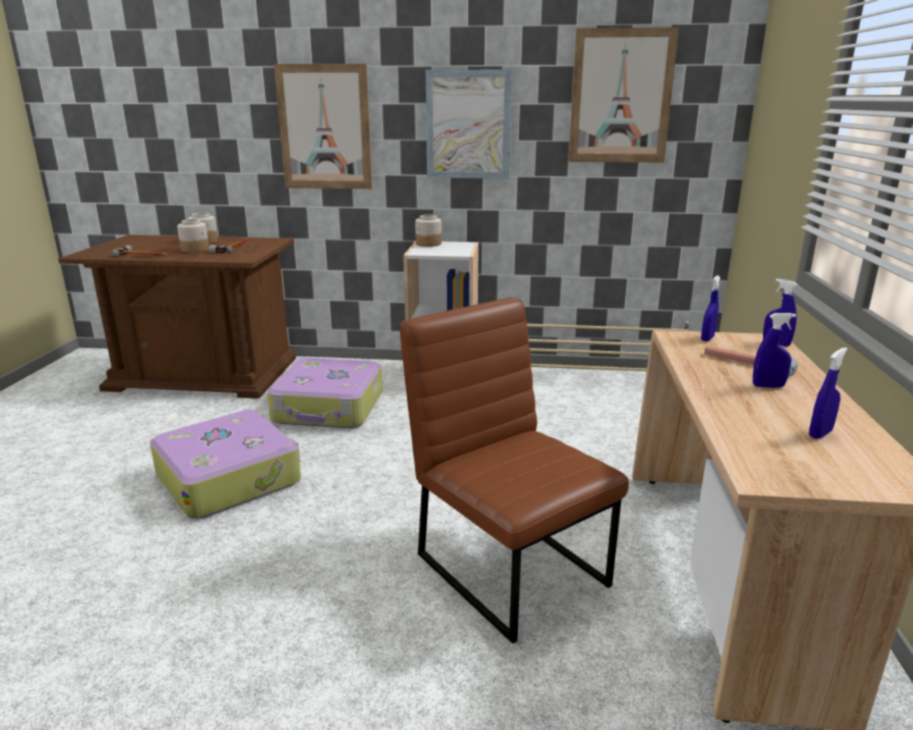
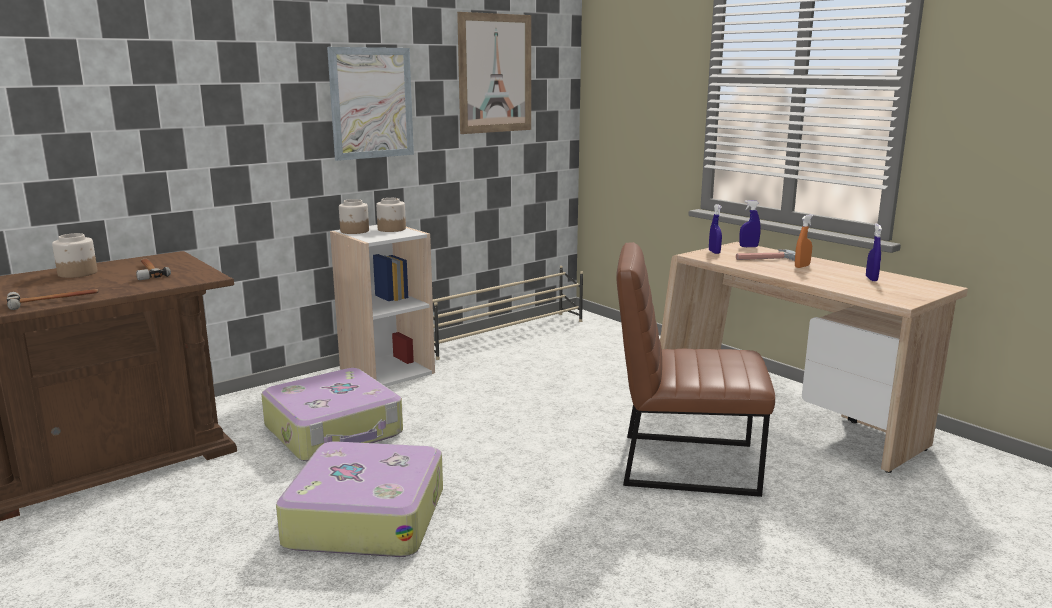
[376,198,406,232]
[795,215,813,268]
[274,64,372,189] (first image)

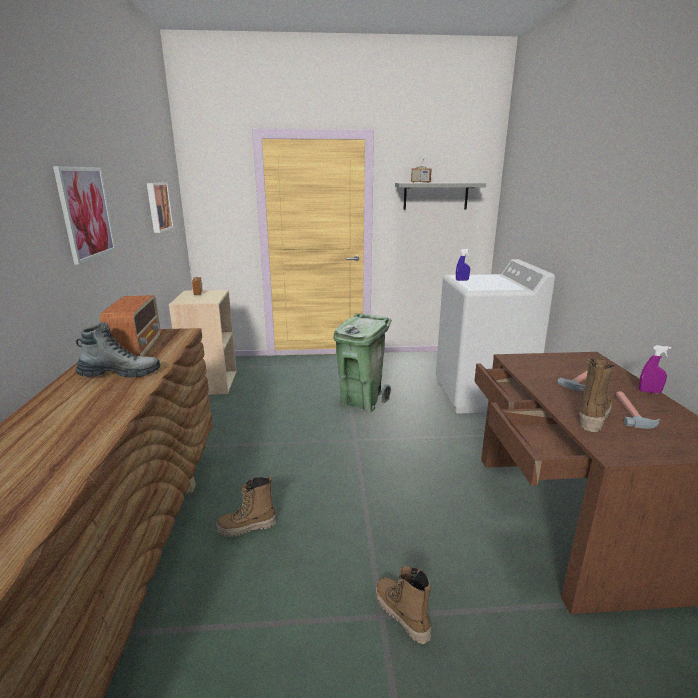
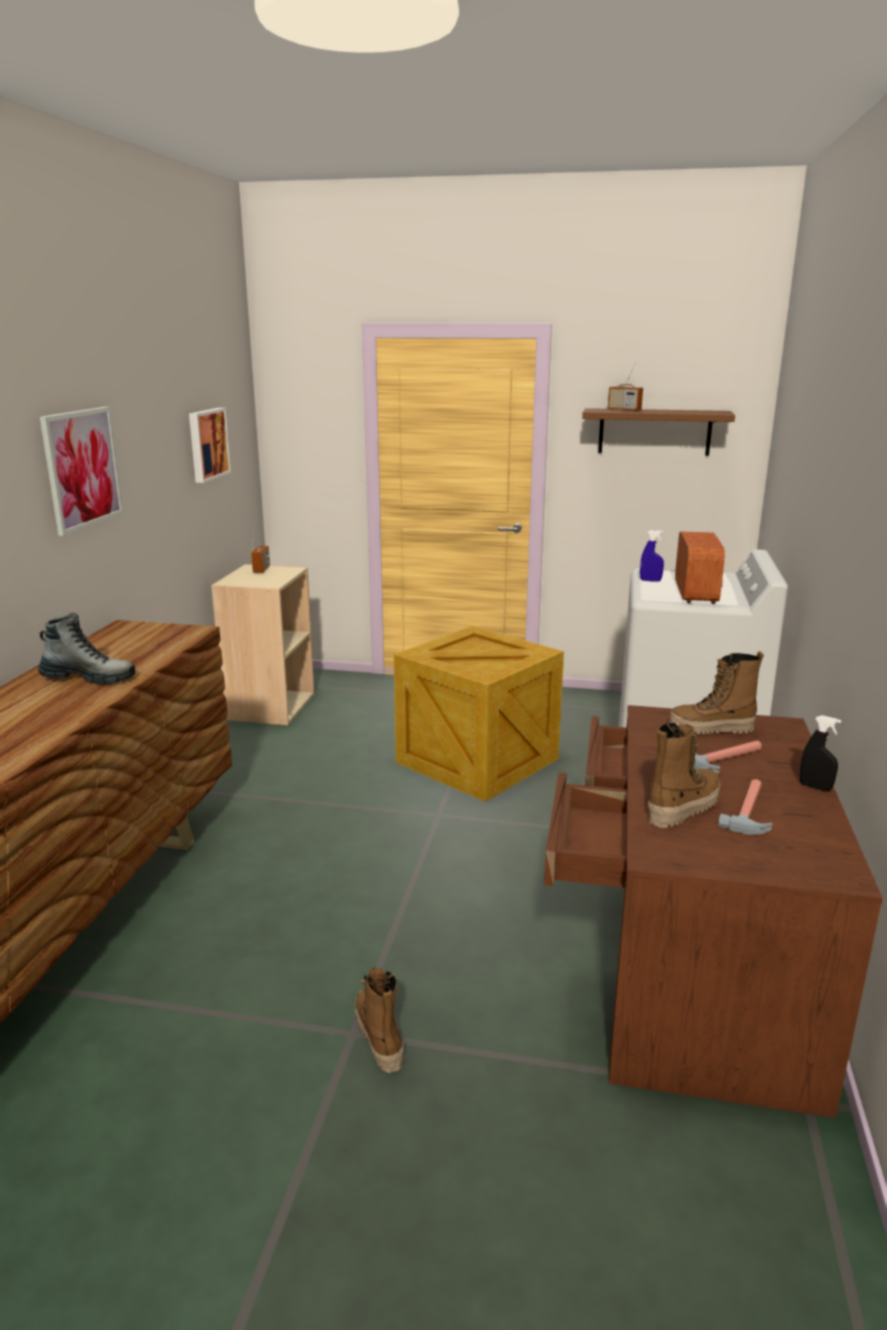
[394,626,564,802]
[582,408,735,456]
[669,651,764,735]
[675,531,725,604]
[800,715,841,791]

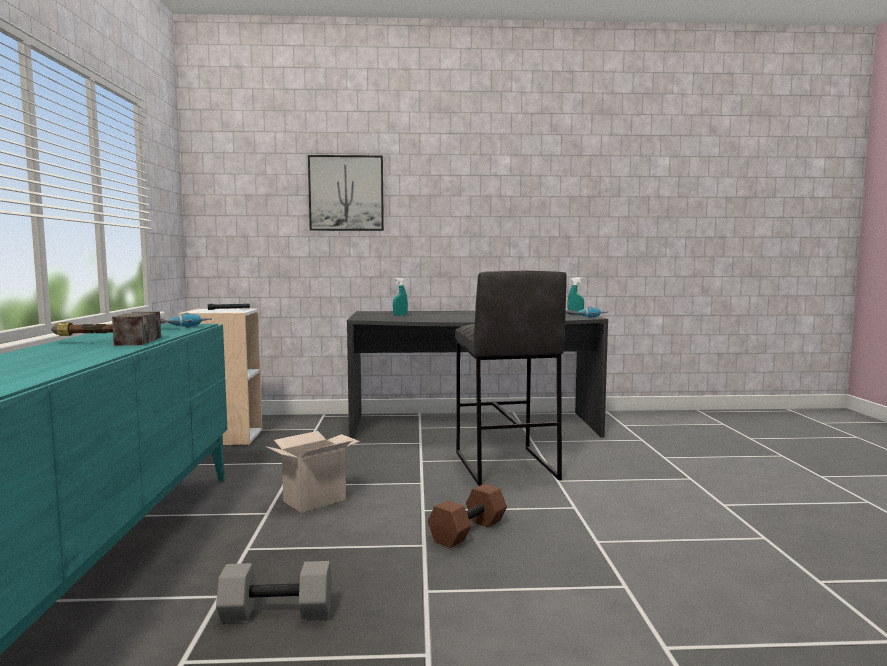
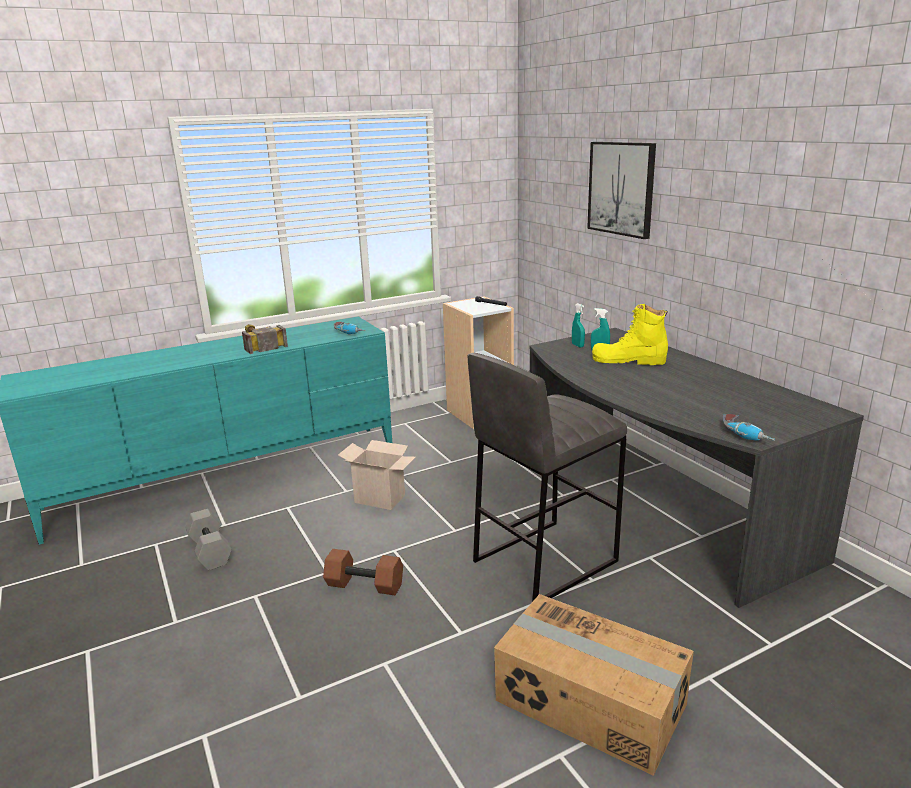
[494,594,694,776]
[572,303,585,347]
[592,304,668,365]

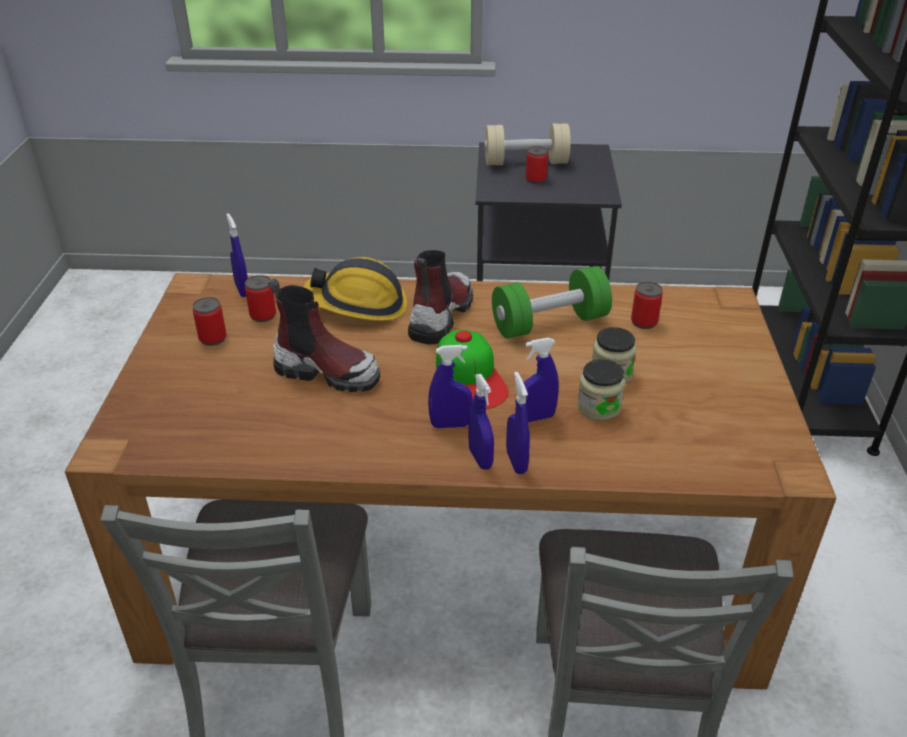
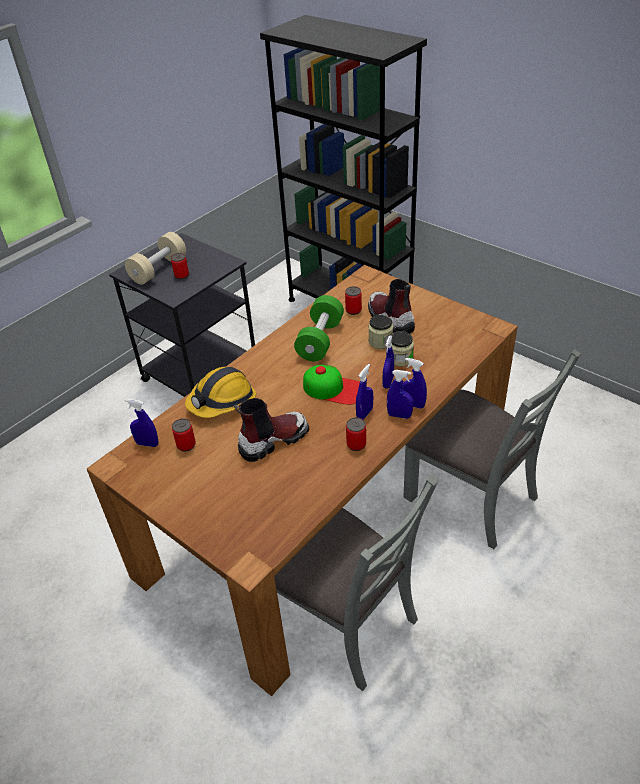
[346,417,366,451]
[368,279,415,333]

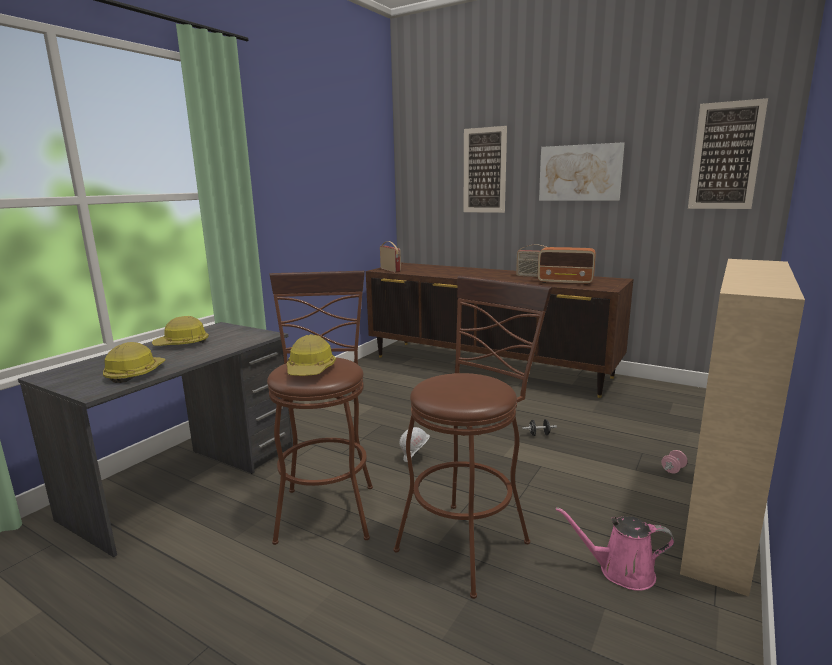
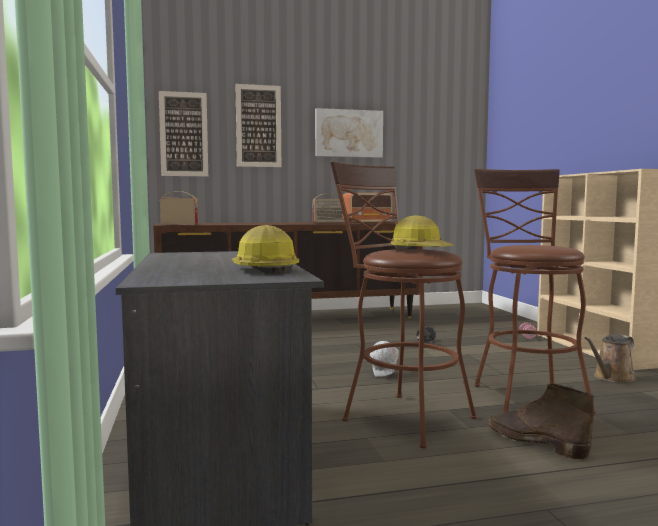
[159,91,208,176]
[487,383,594,460]
[584,334,636,383]
[152,316,209,346] (first image)

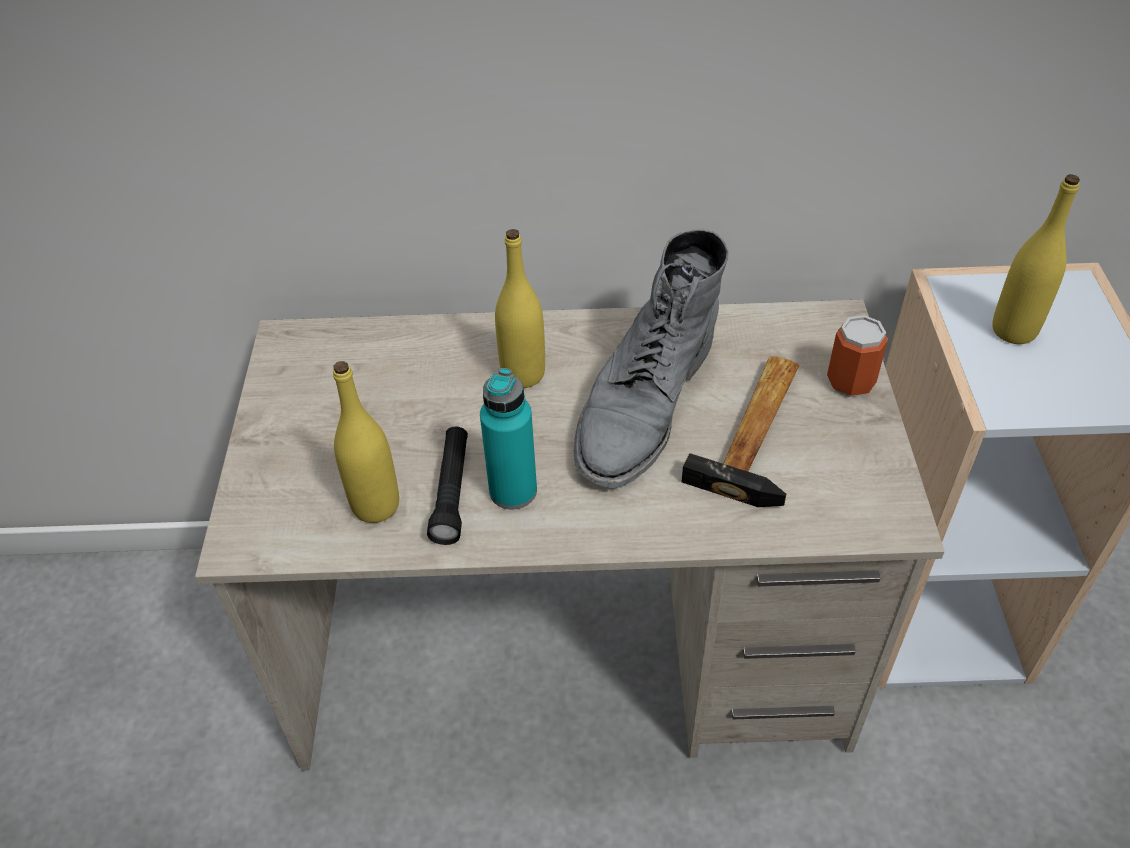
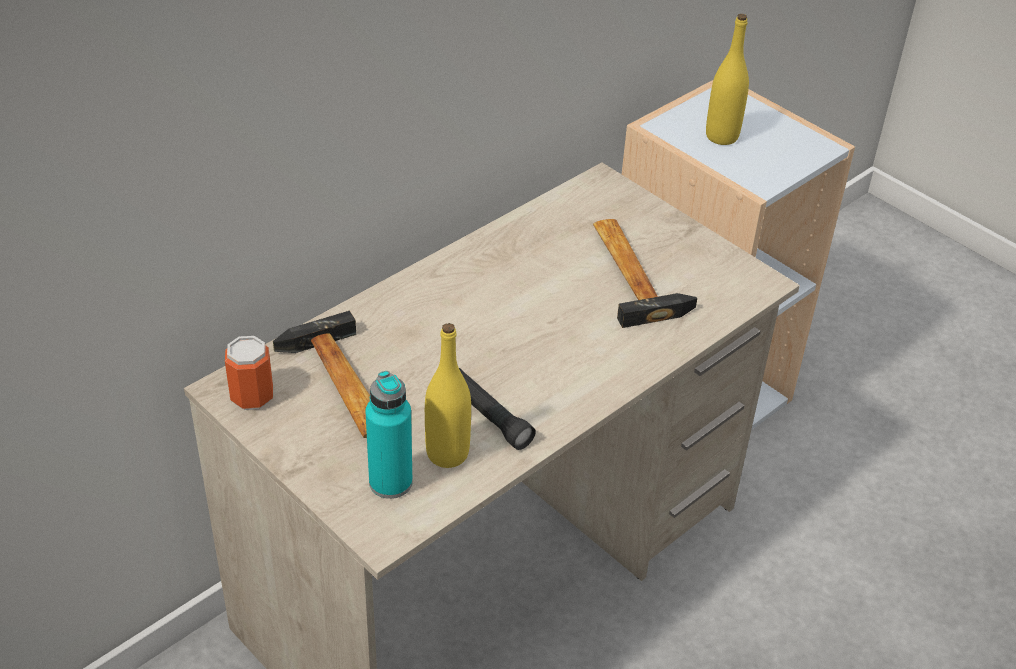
[225,336,273,410]
[273,310,370,438]
[365,371,413,499]
[495,229,545,388] (first image)
[573,229,728,489] (first image)

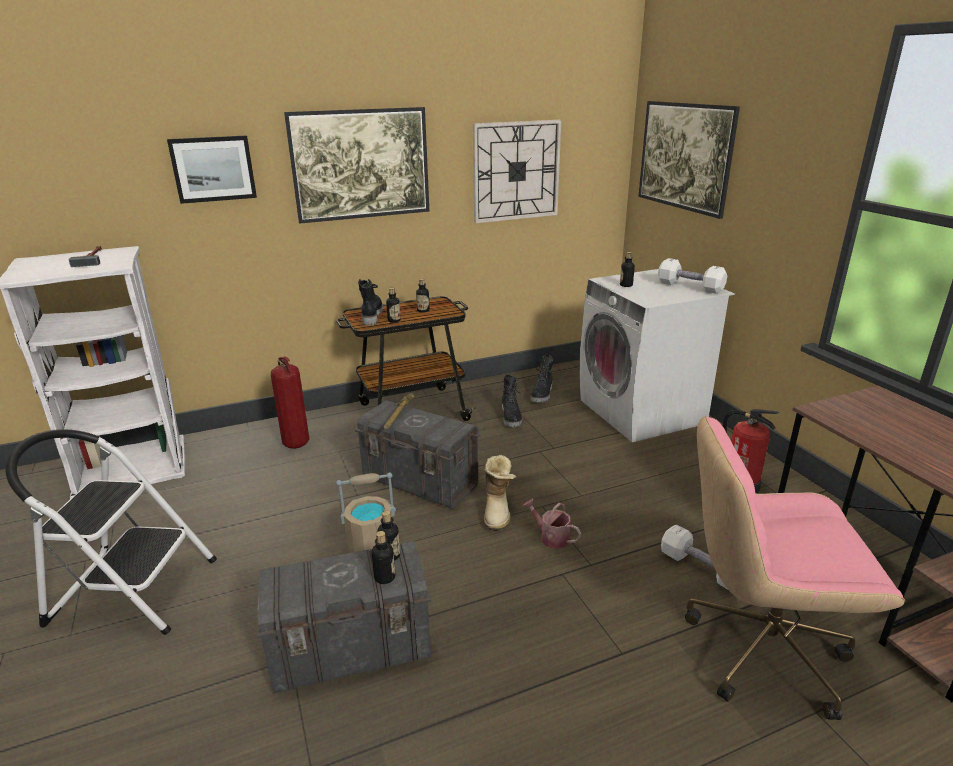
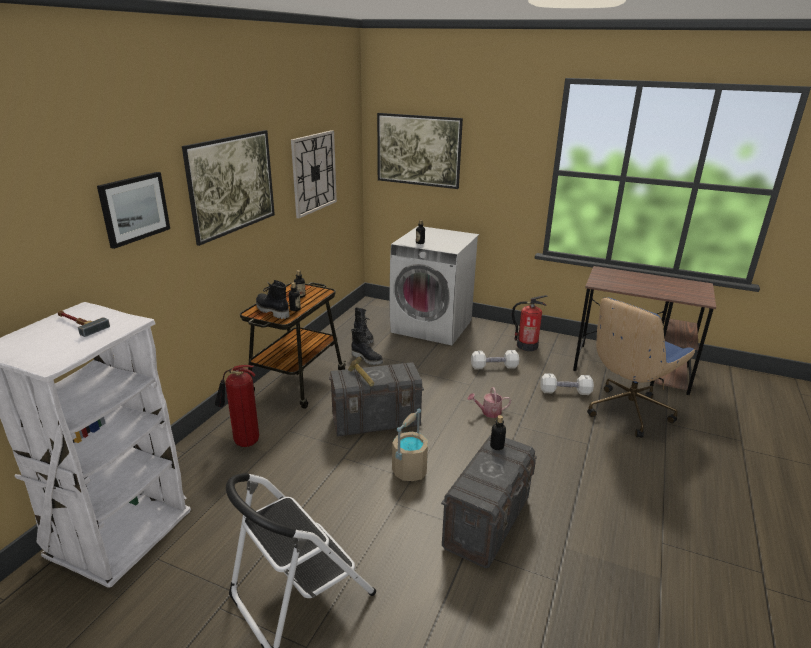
[471,350,519,369]
[587,297,695,438]
[371,531,395,584] (first image)
[484,455,517,531] (first image)

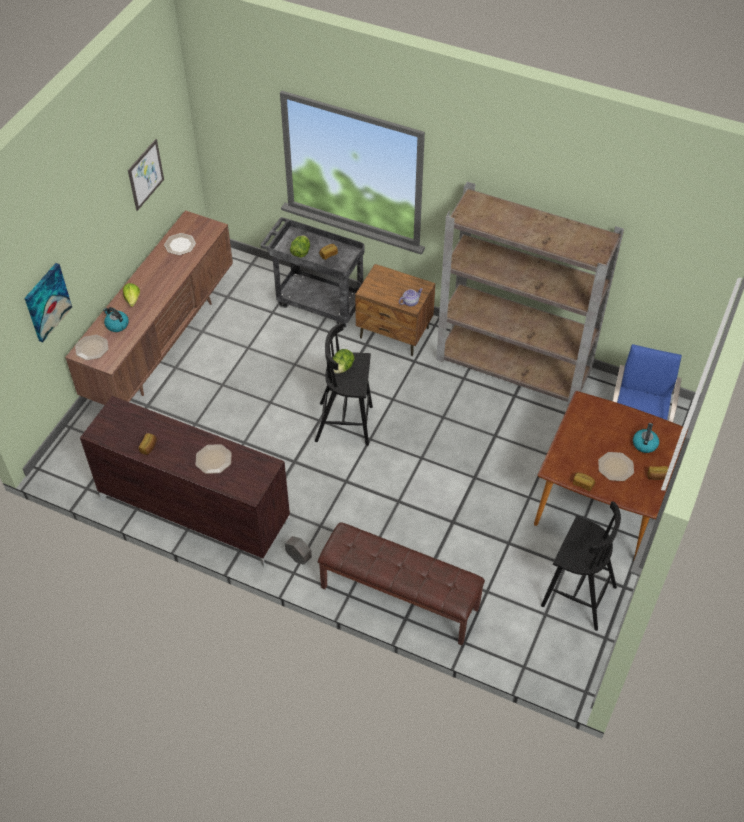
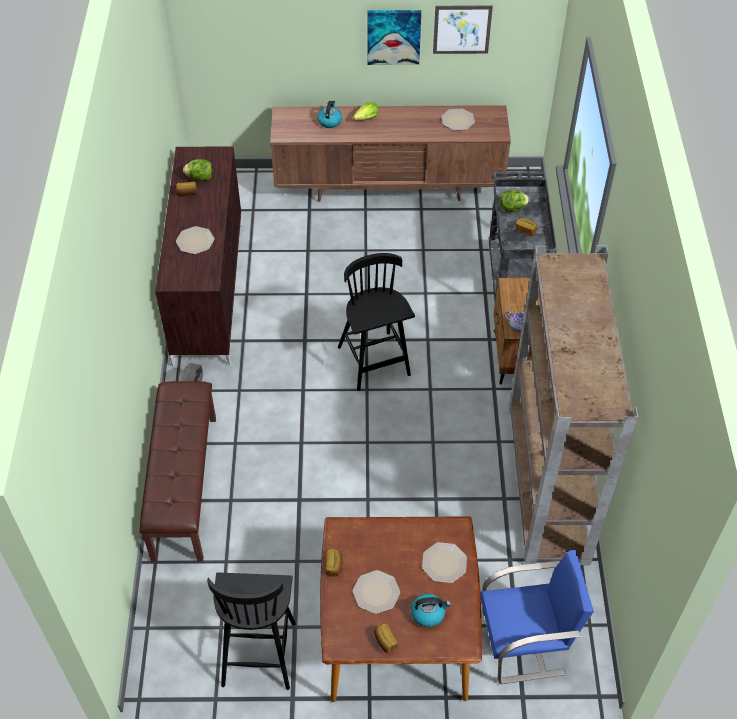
[183,159,213,181]
[367,10,421,65]
[422,542,467,583]

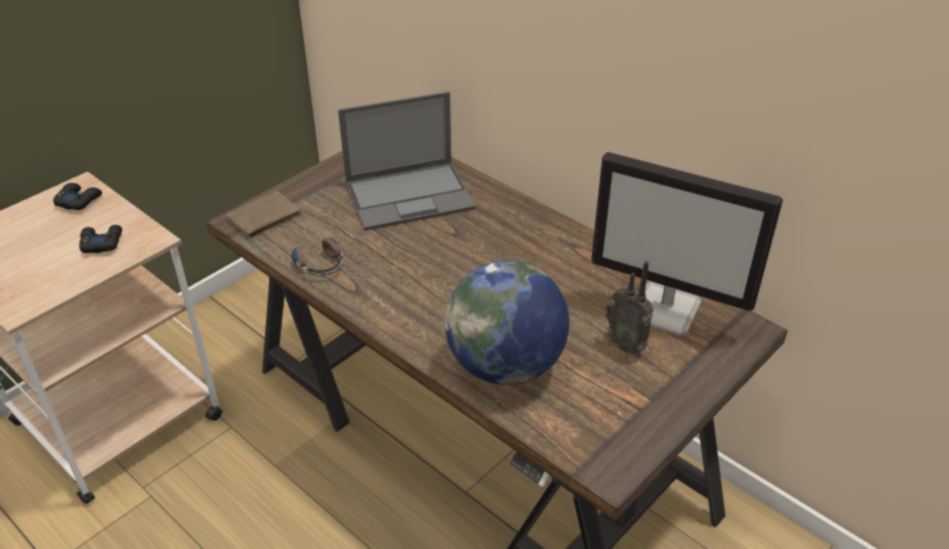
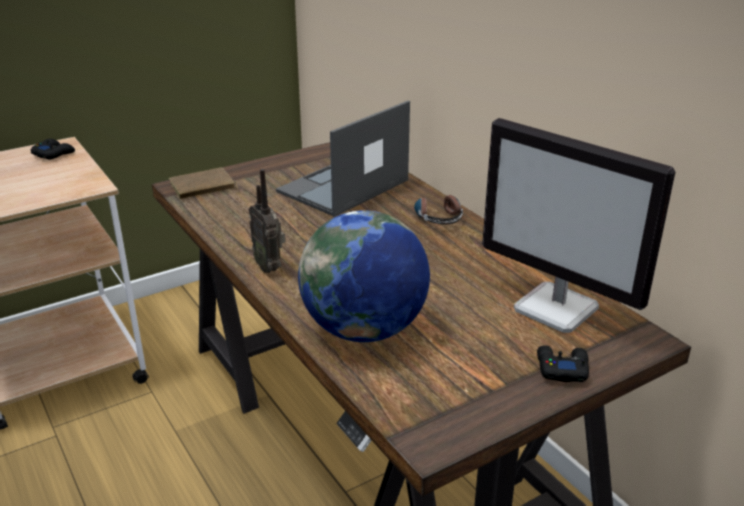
[249,169,286,273]
[276,101,410,217]
[414,192,463,224]
[537,345,589,382]

